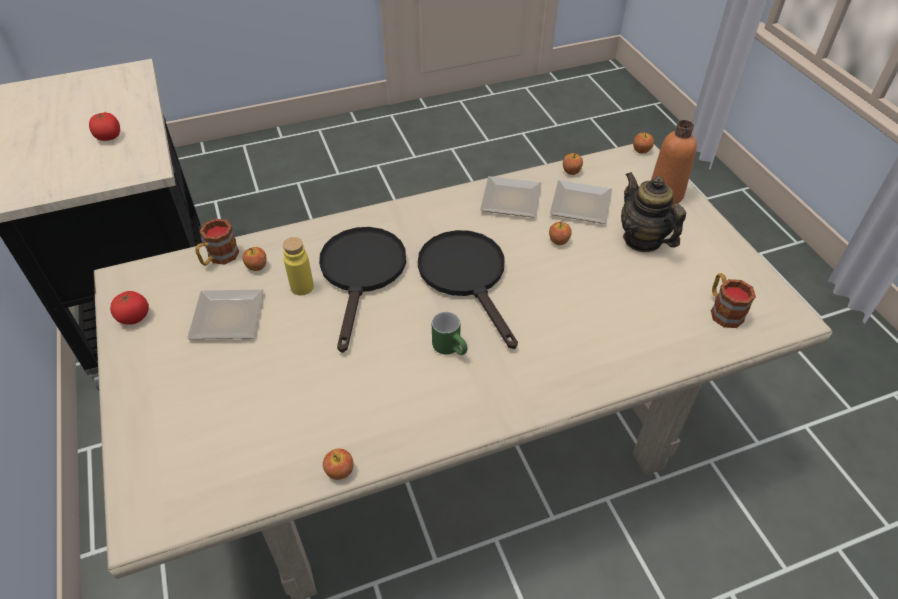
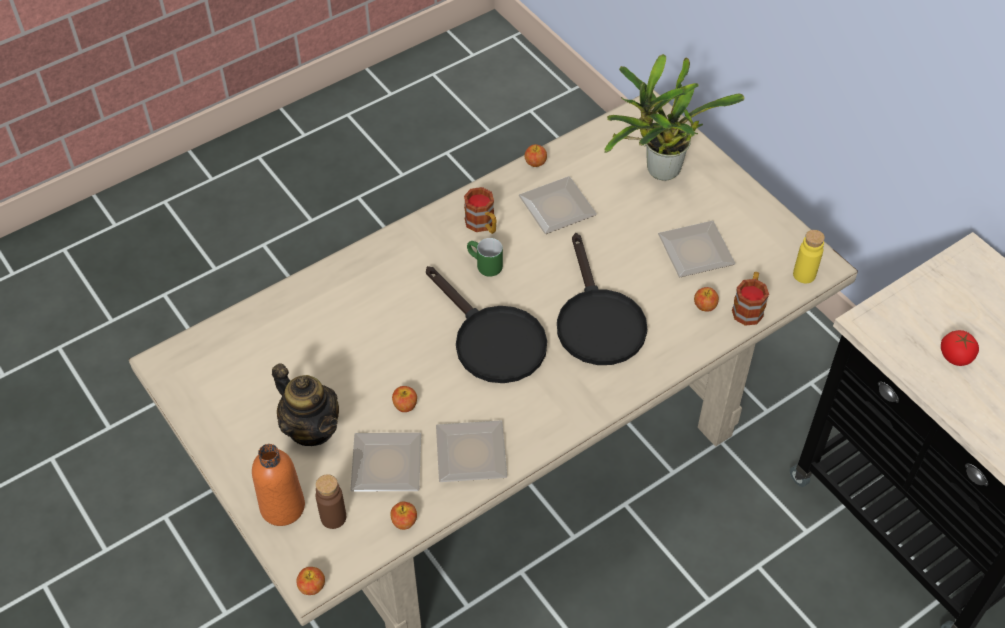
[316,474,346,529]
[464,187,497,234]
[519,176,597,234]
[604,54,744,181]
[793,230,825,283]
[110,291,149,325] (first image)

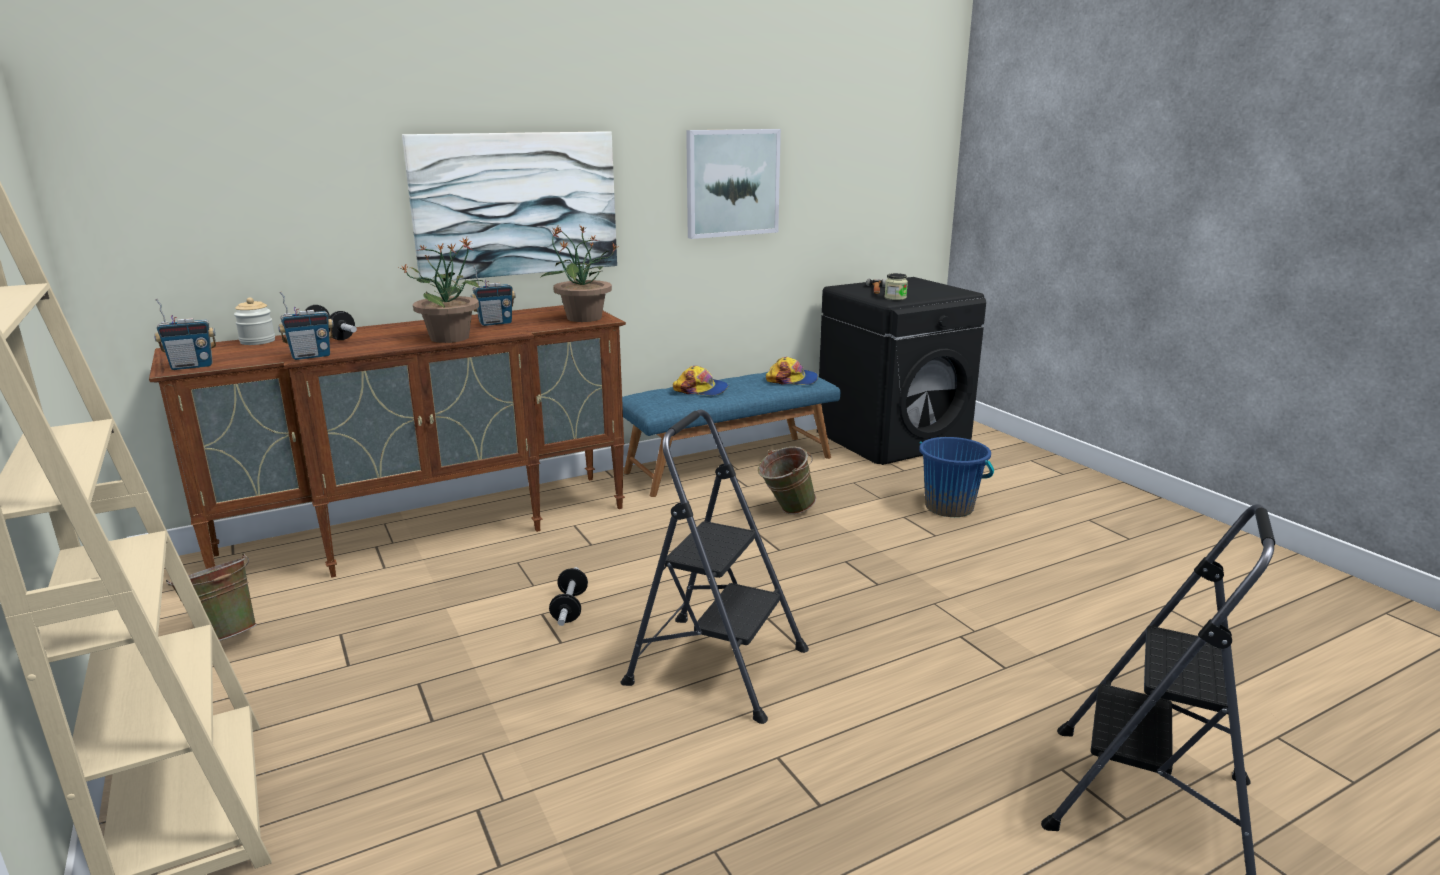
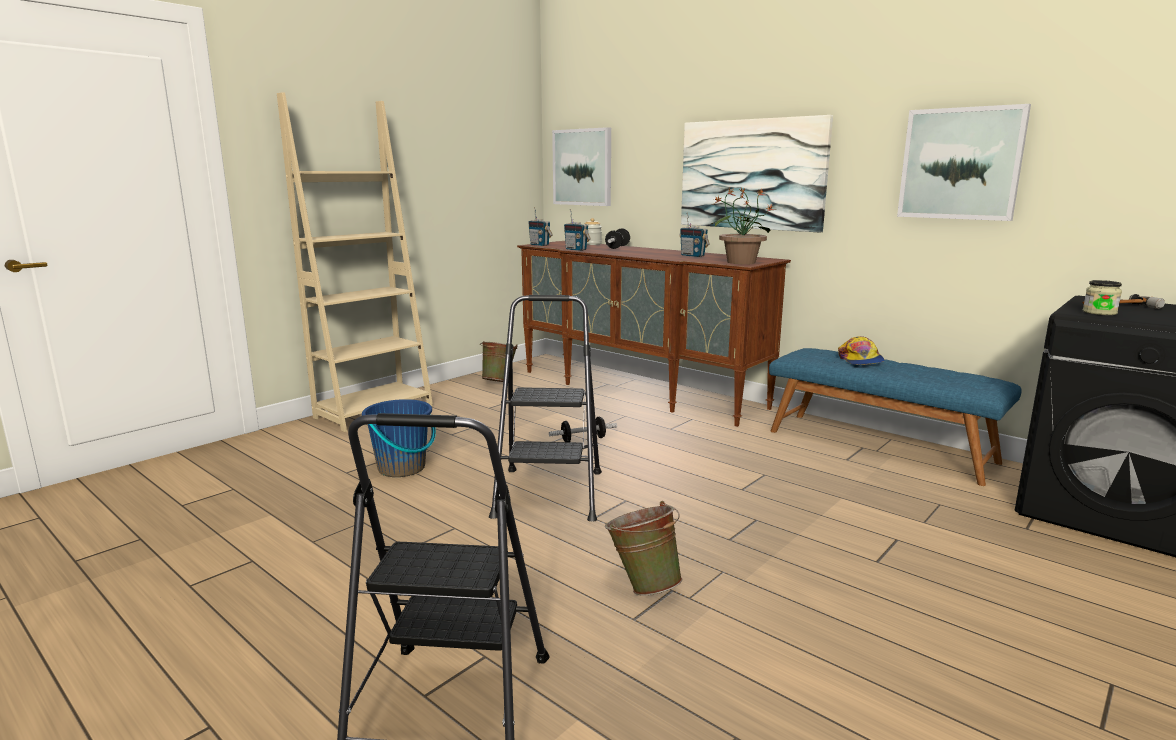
[362,399,436,477]
[552,127,611,206]
[605,501,682,595]
[401,237,484,343] (first image)
[766,357,818,385] (first image)

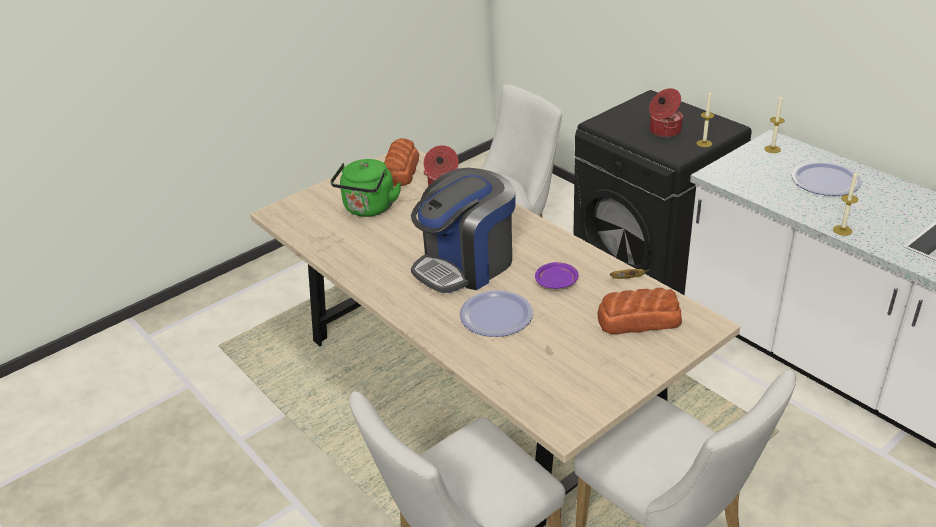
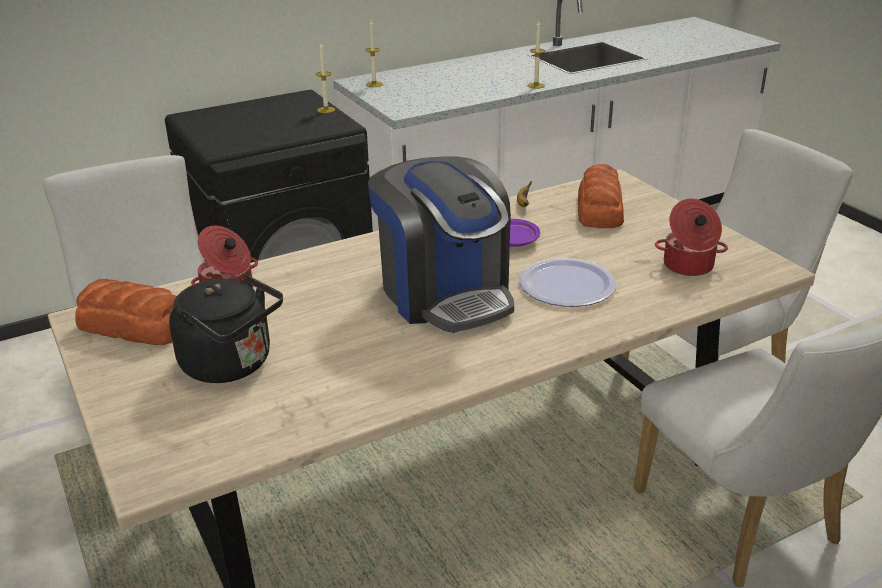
[169,273,283,383]
[655,199,728,276]
[791,162,862,196] (first image)

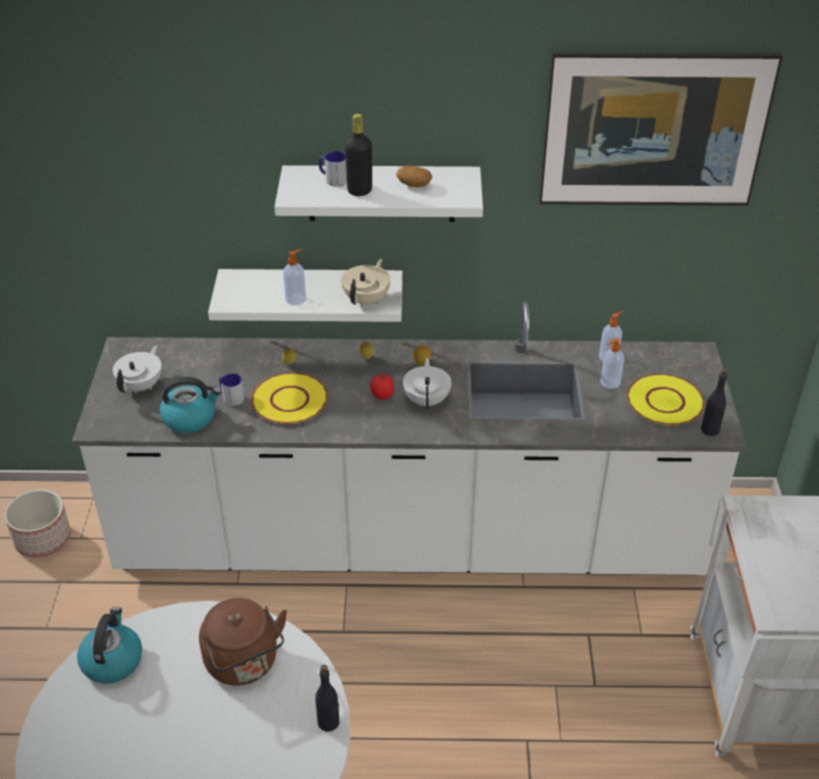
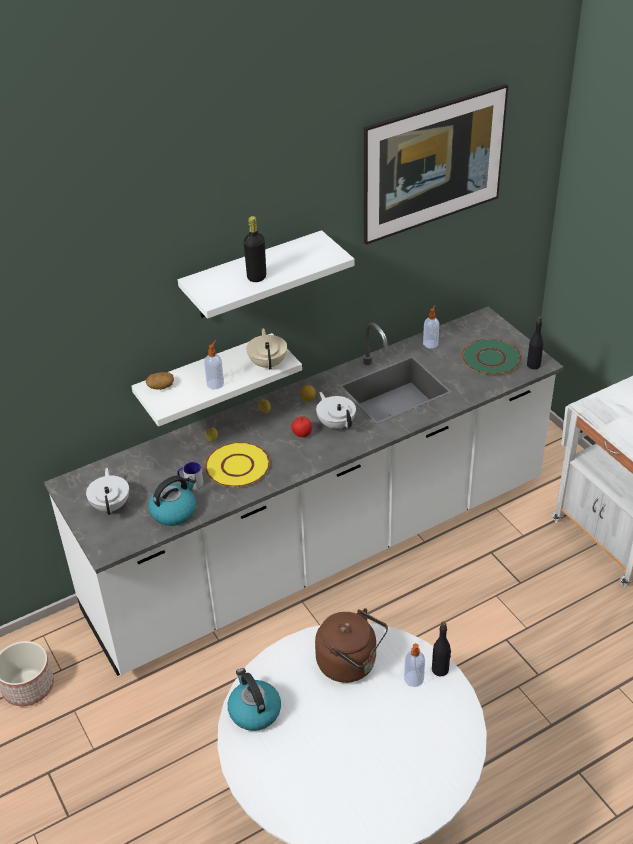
[146,372,174,390]
[404,643,425,687]
[462,338,521,375]
[319,151,347,187] (first image)

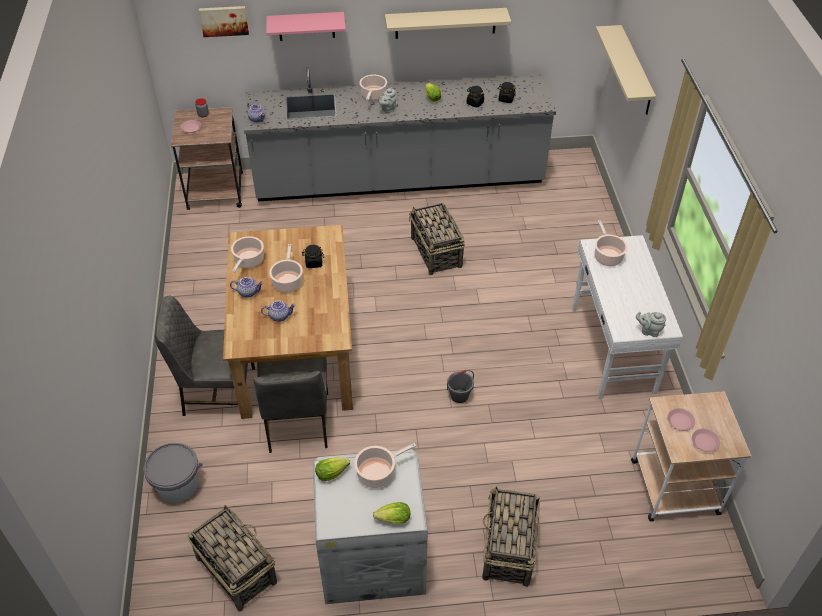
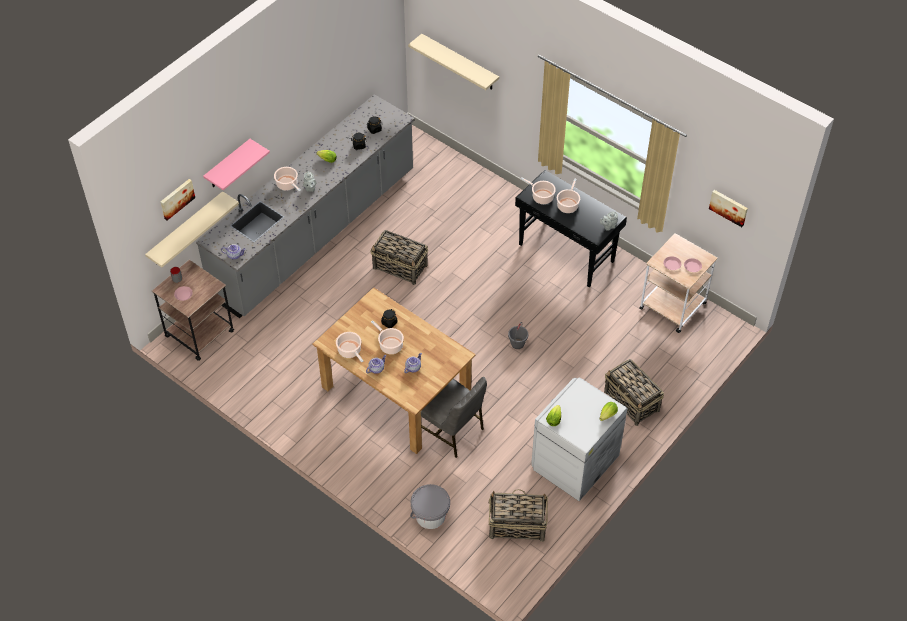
[145,191,239,268]
[515,170,627,287]
[557,178,580,213]
[709,190,748,227]
[155,296,255,416] (first image)

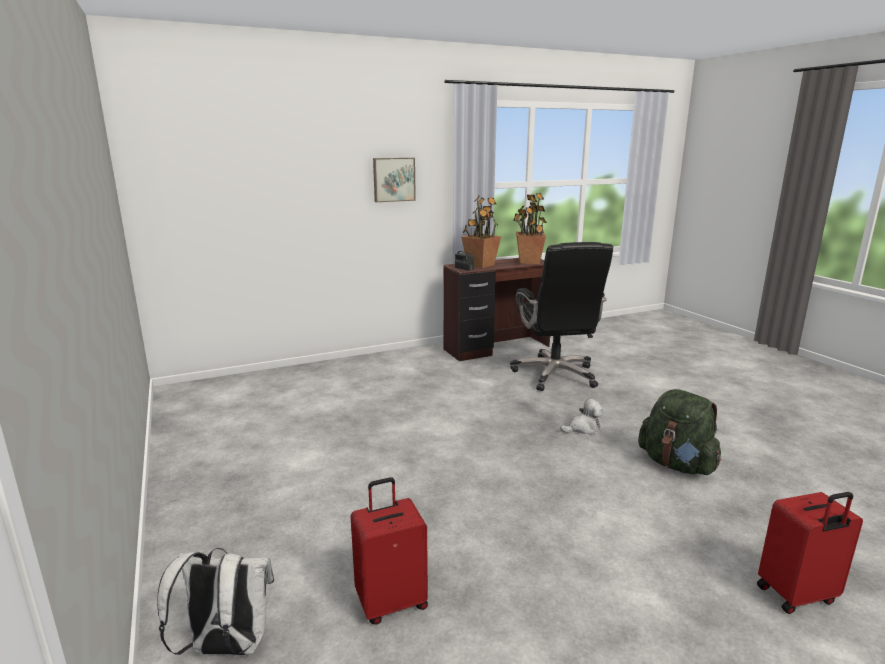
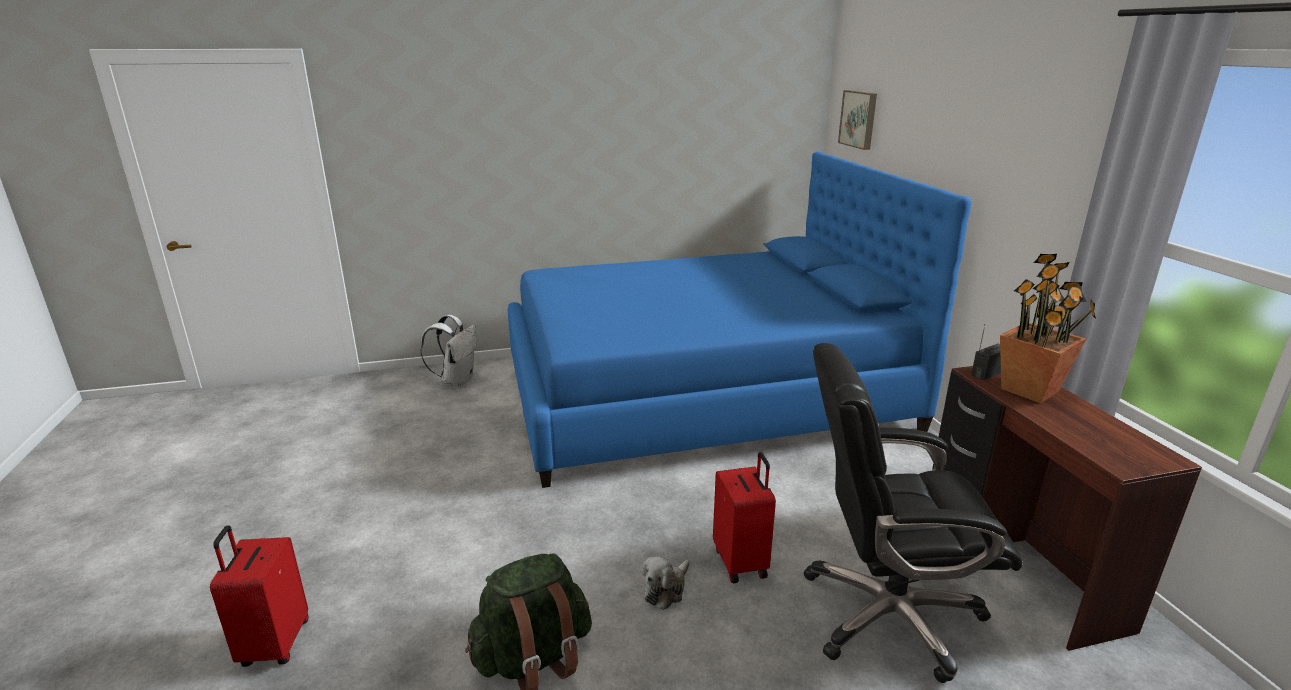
[508,152,972,488]
[642,557,690,610]
[713,452,776,584]
[838,90,877,150]
[513,193,547,264] (first image)

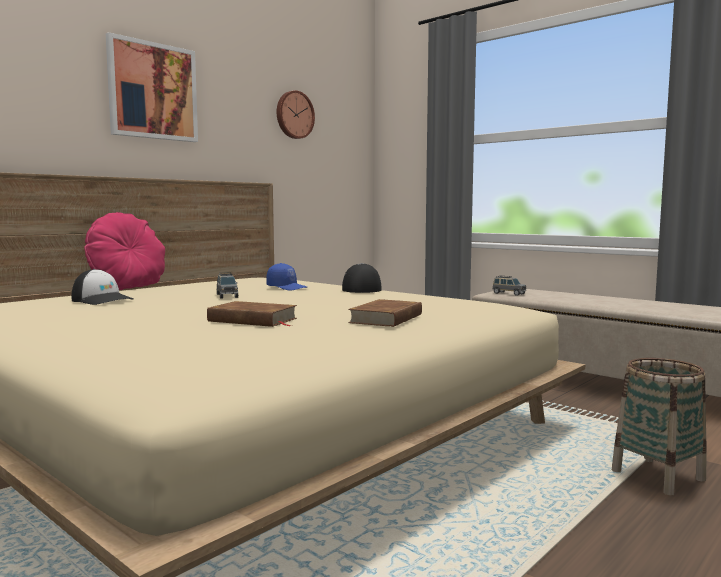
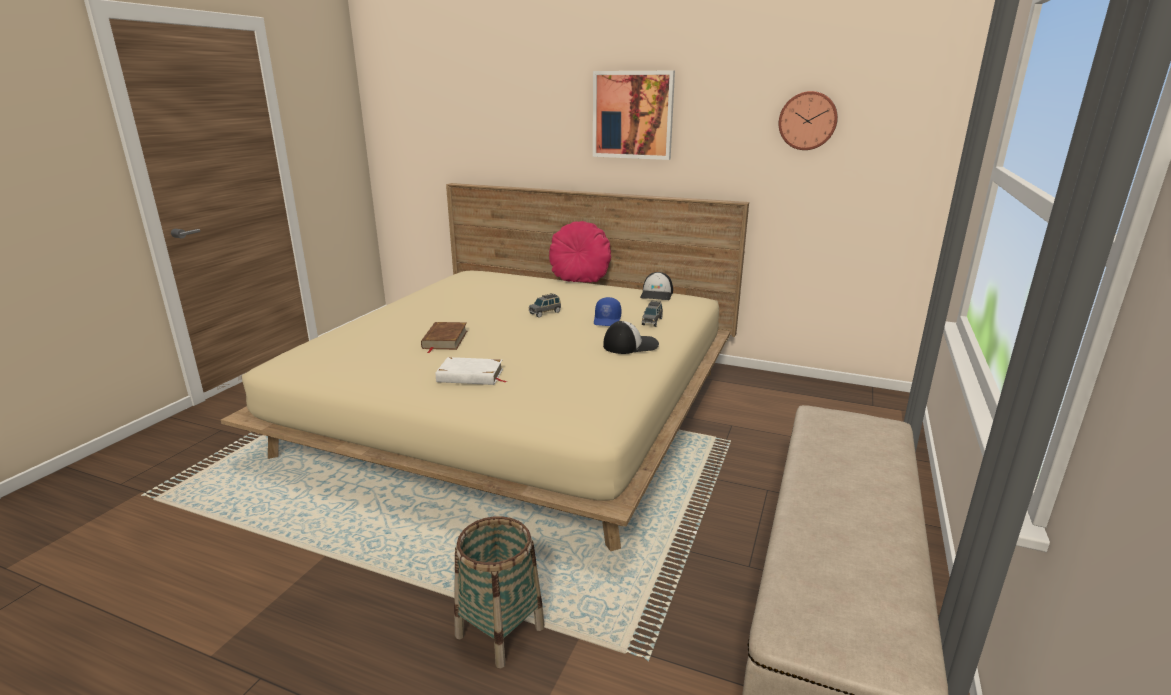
[436,357,507,385]
[640,272,673,300]
[642,301,663,327]

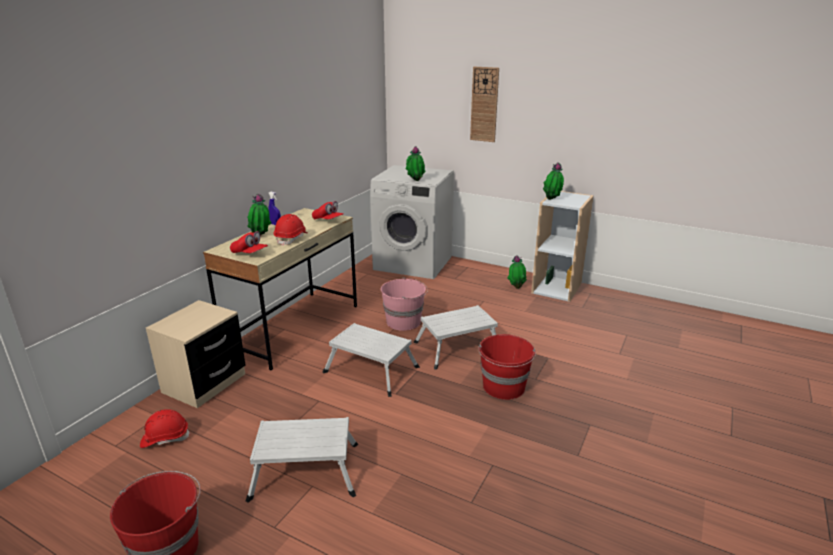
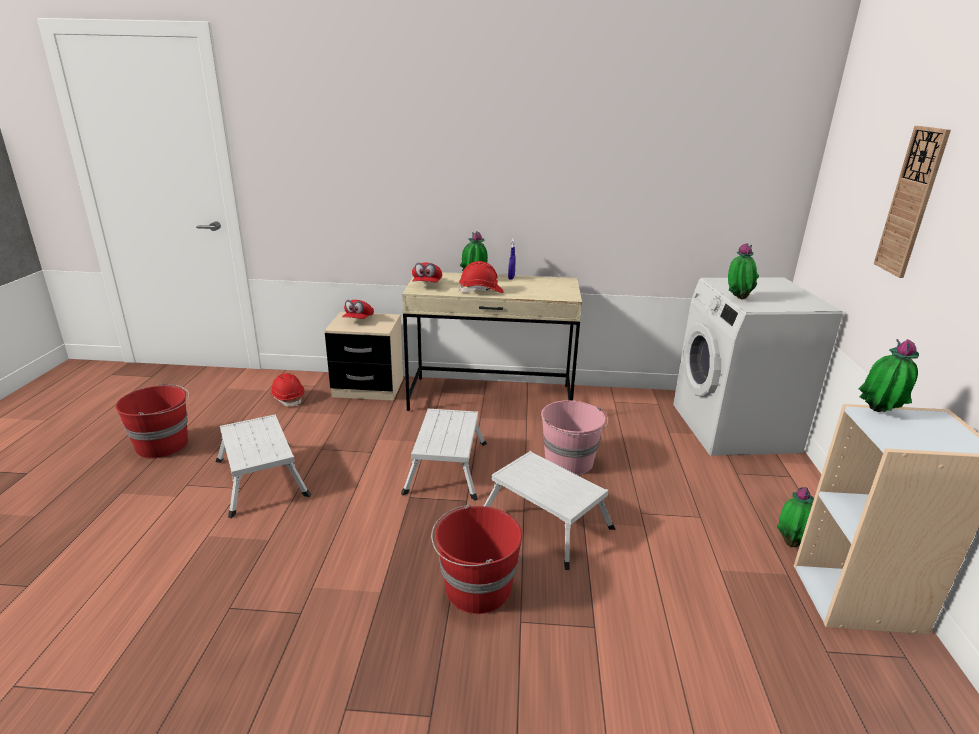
[342,300,374,319]

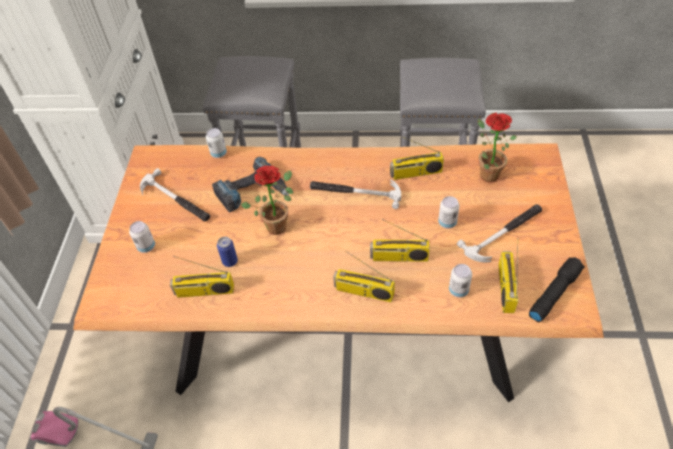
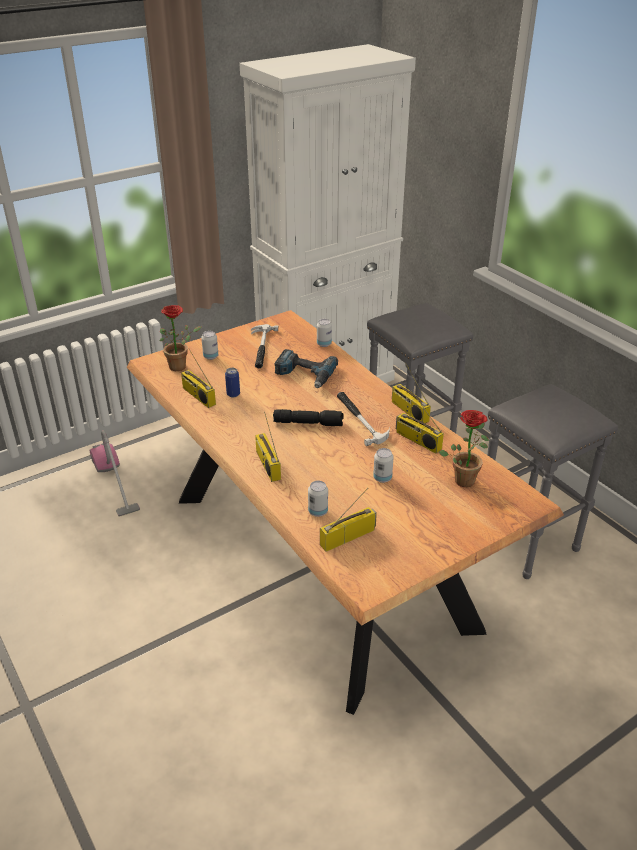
[160,305,201,371]
[273,409,343,426]
[392,362,431,423]
[457,204,542,262] (first image)

